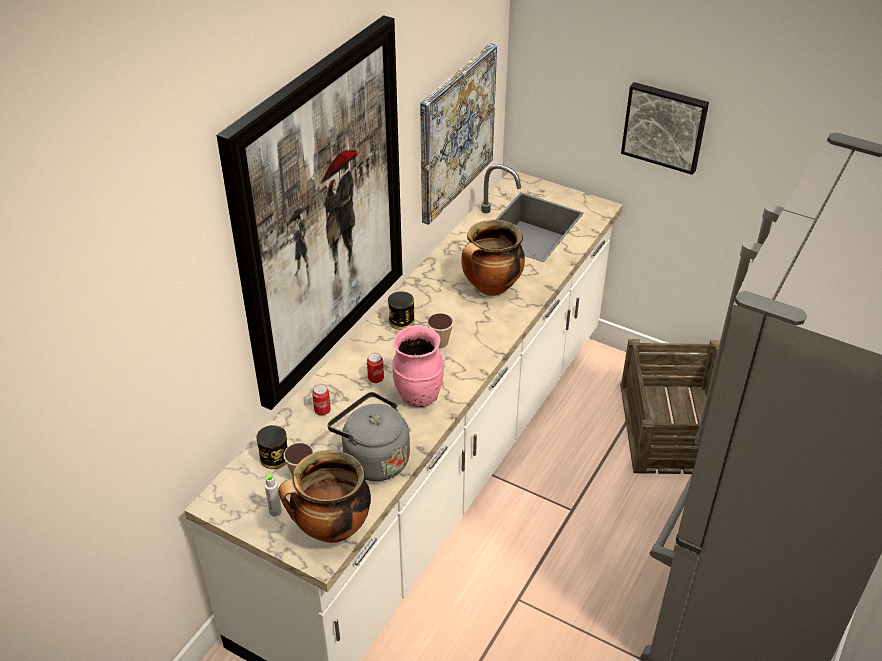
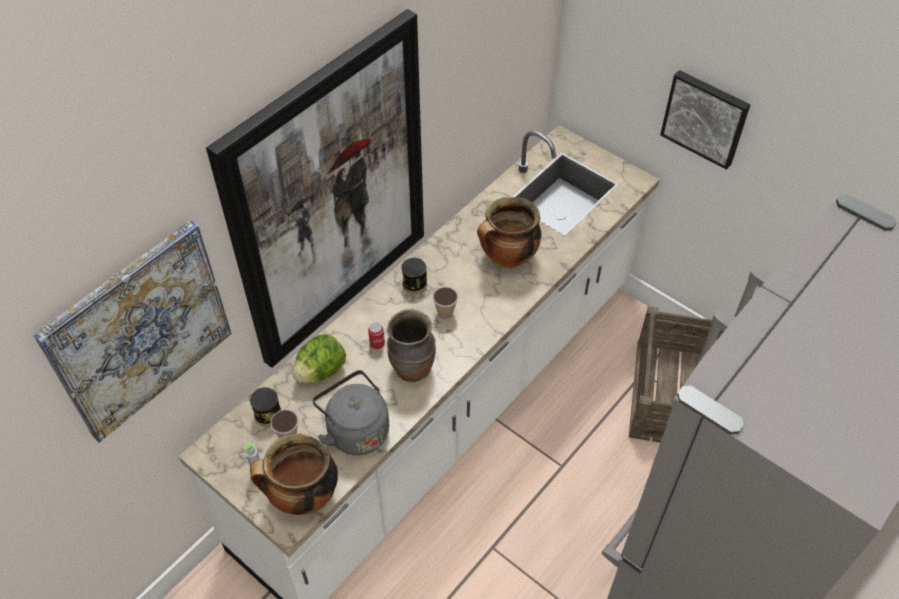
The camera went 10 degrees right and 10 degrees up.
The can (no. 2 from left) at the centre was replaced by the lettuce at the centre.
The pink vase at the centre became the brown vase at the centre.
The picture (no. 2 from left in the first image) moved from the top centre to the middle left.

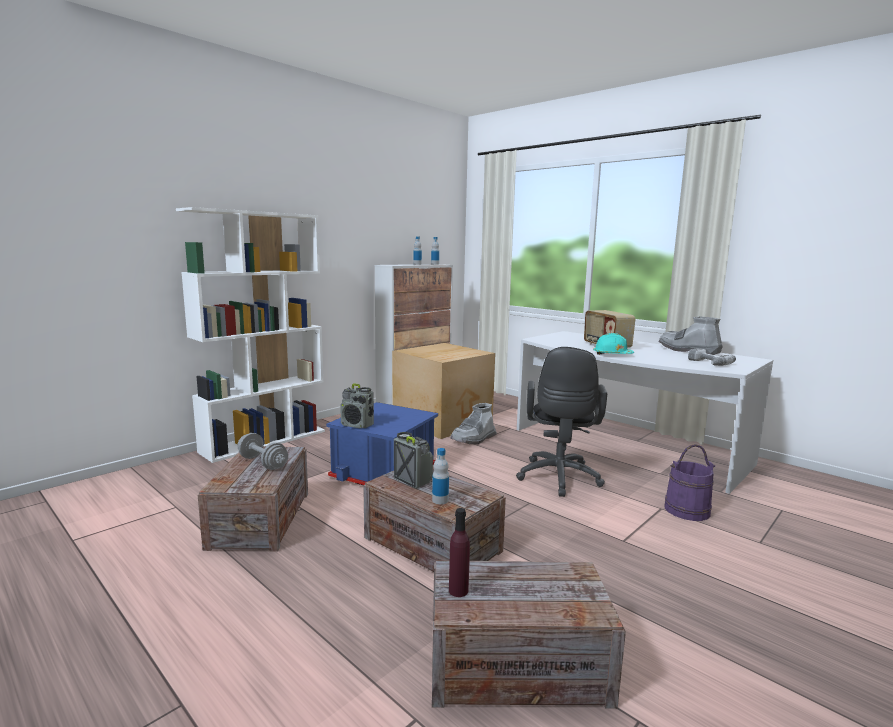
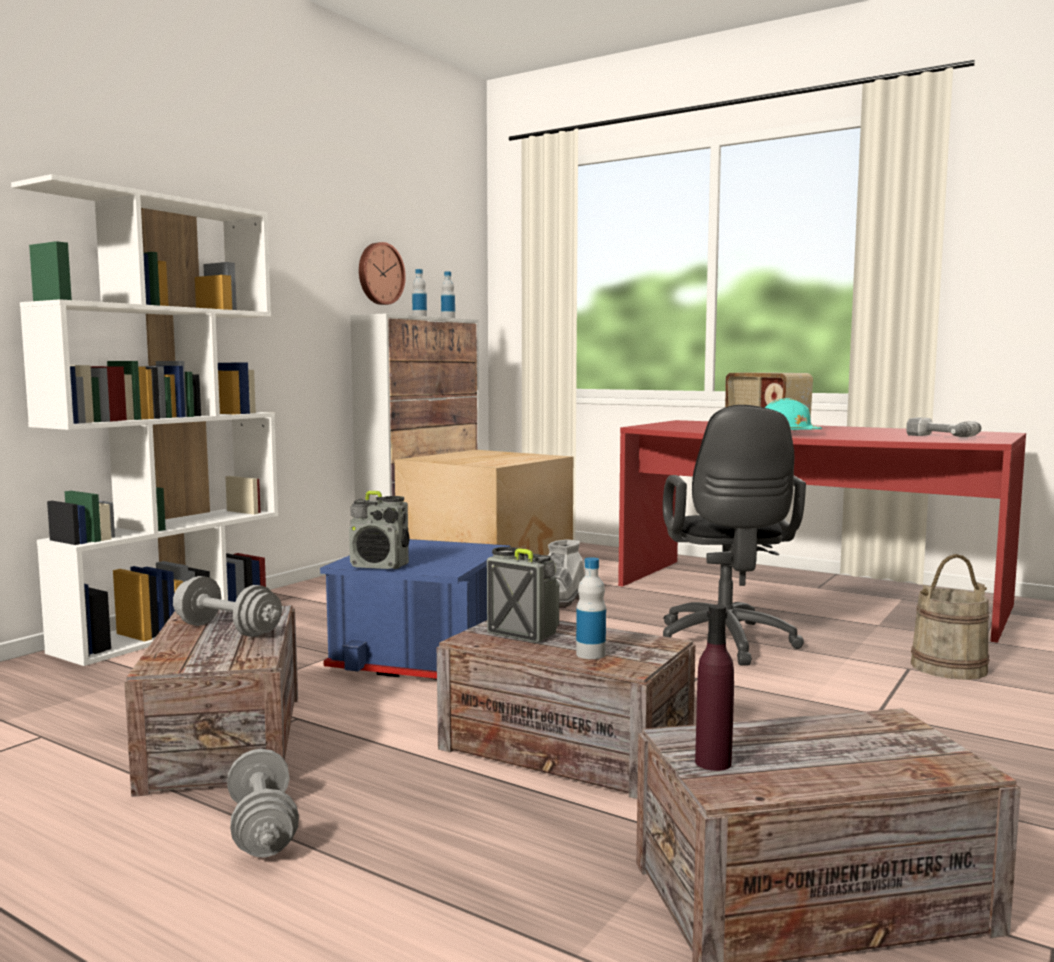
The camera went 10 degrees left and 5 degrees down.
The white desk at the middle right became the red desk at the middle right.
The grey boot (no. 2 from left) at the middle right disappeared.
The purple bucket at the middle right became the beige bucket at the middle right.
The grey dumbbell (no. 2 from left) at the bottom left appeared.
The wall clock at the top centre appeared.

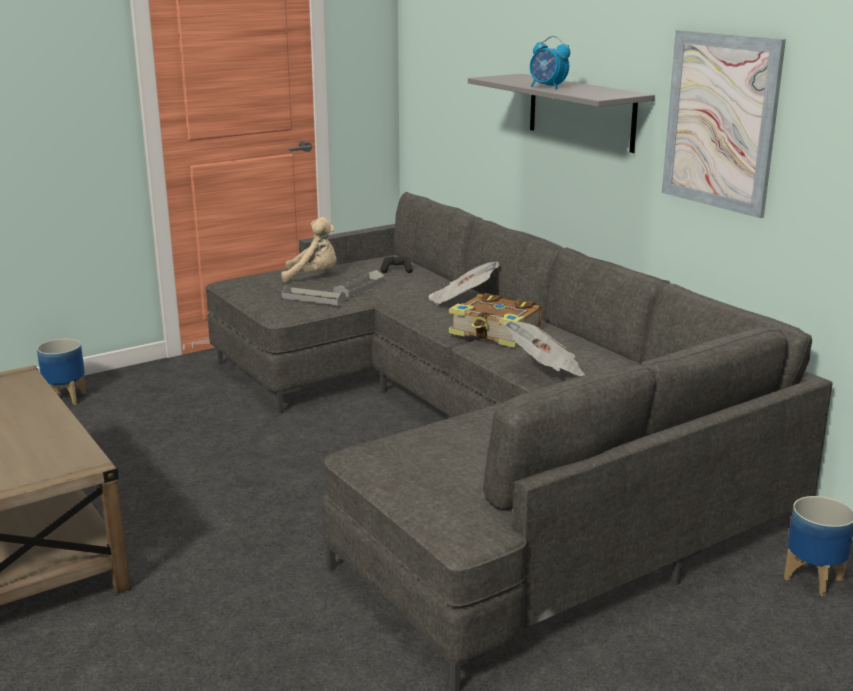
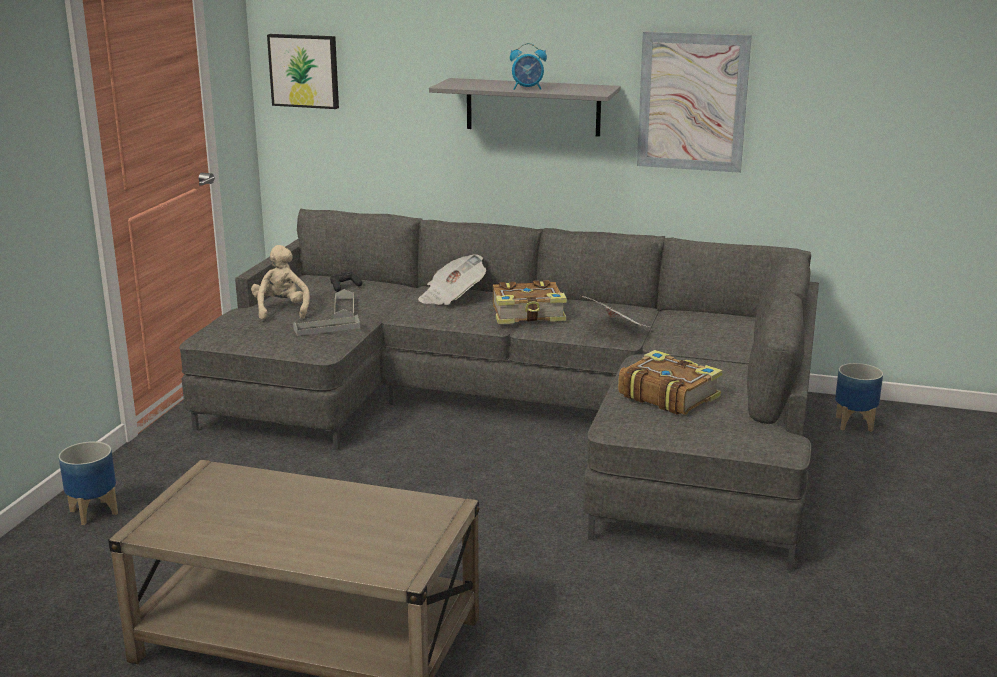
The camera went 40 degrees left and 0 degrees up.
The beige plush toy at the centre turned 60 degrees counterclockwise.
The picture (no. 1 from left) at the top left appeared.
The book (no. 2 from left) at the middle right appeared.

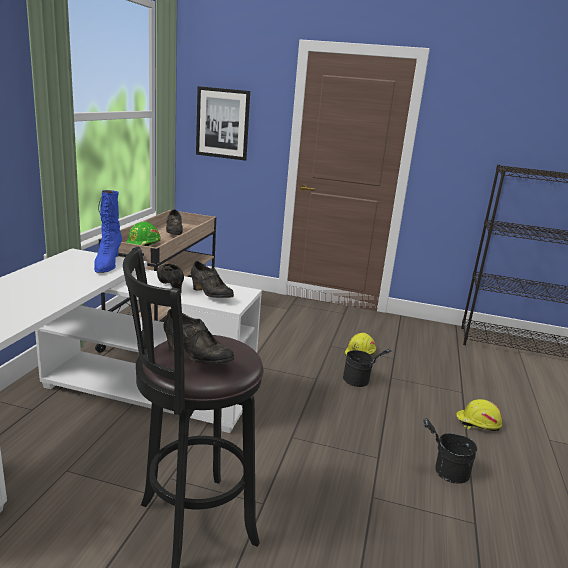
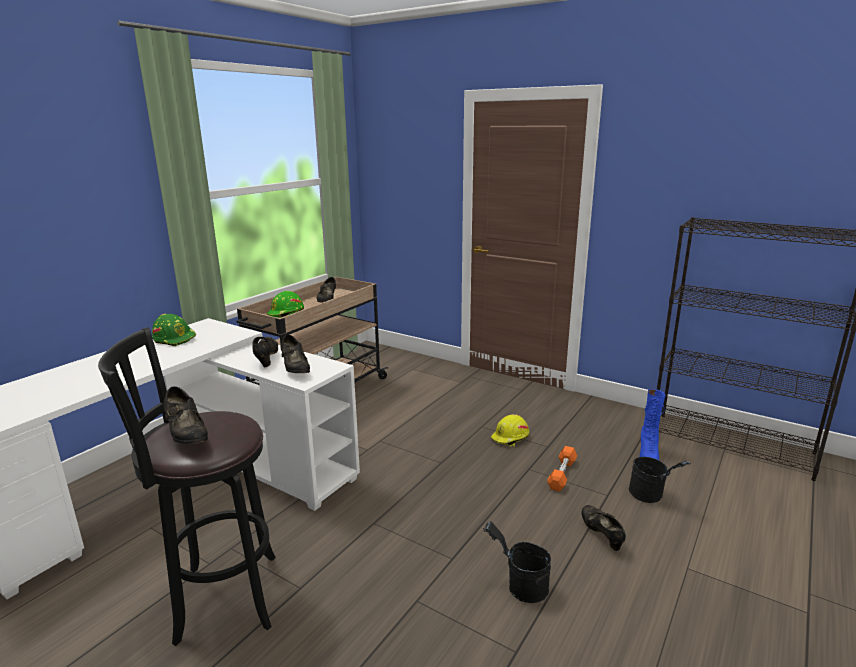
The camera went 20 degrees right and 0 degrees up.
The blue boot moved from the middle left to the middle right.
The picture at the top centre disappeared.
The black bucket (no. 1 from left in the first image) moved from the centre to the bottom right.
The yellow hard hat (no. 2 from left) at the bottom right was replaced by the black shoe (no. 5 from left) at the bottom right.
The green hard hat (no. 1 from left) at the middle left appeared.
The orange dumbbell at the bottom centre appeared.

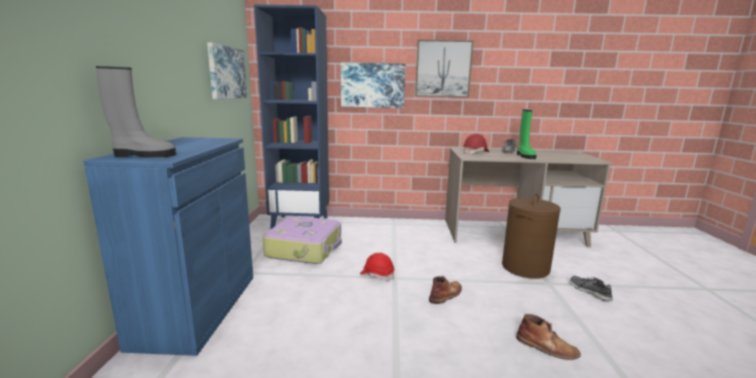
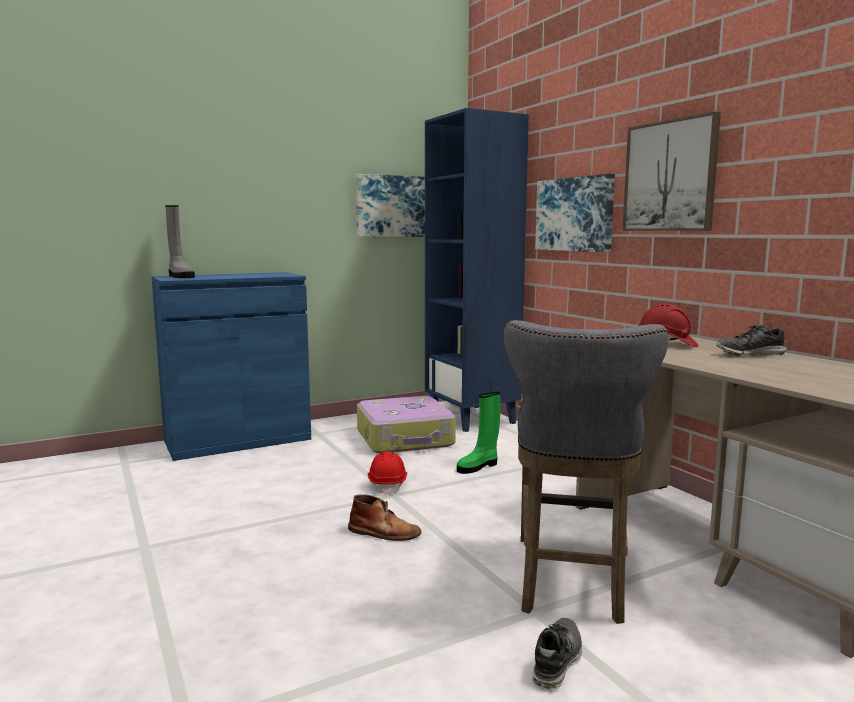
The camera went 60 degrees right and 5 degrees down.
The brown laundry basket at the middle right was replaced by the grey stool at the bottom right.
The brown boot (no. 2 from left) at the bottom right disappeared.
The green boot moved from the middle right to the centre.

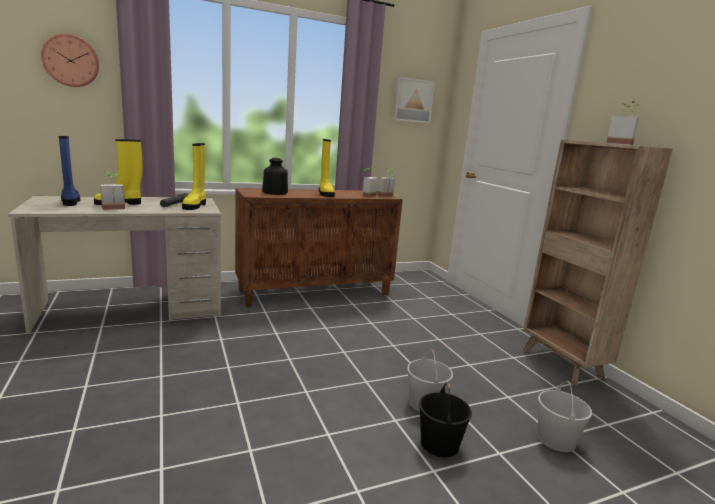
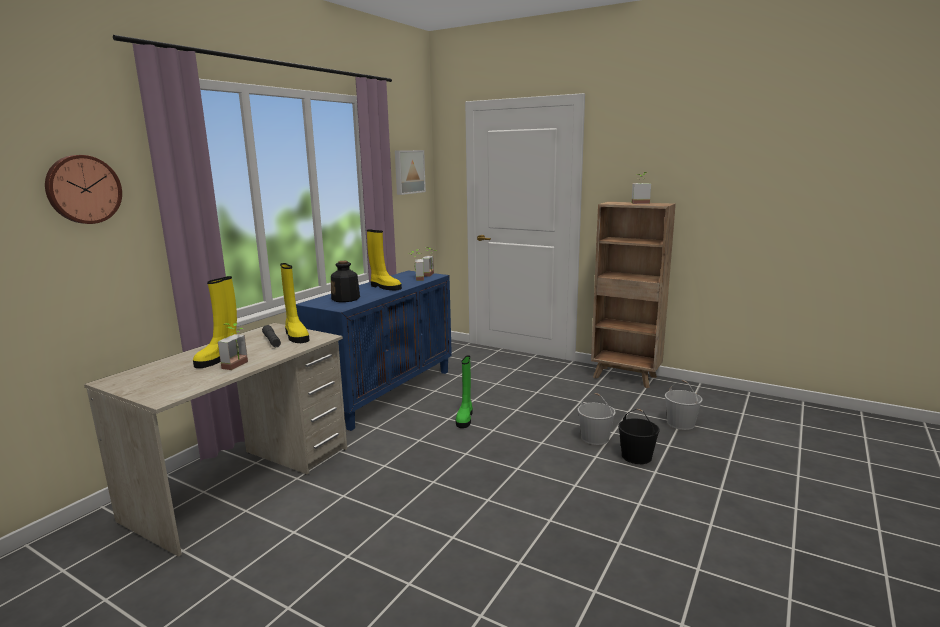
The camera went 35 degrees left and 0 degrees up.
The blue boot at the middle left disappeared.
The brown cabinet at the centre became the blue cabinet at the centre.
The green boot at the centre appeared.

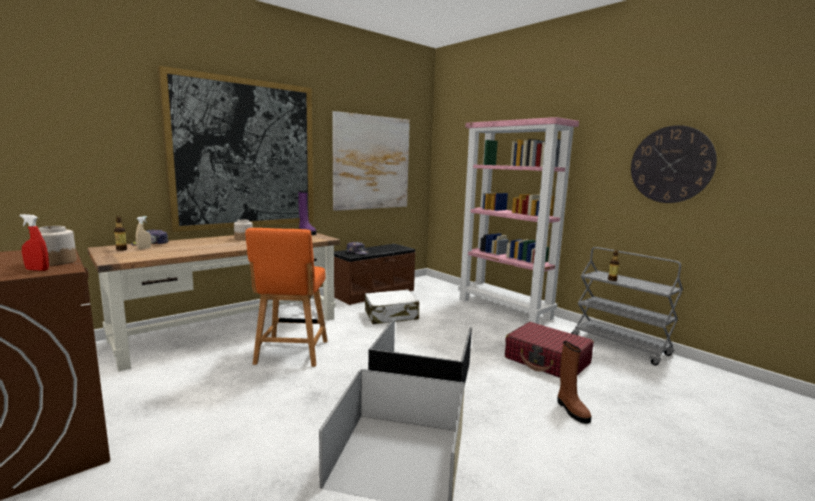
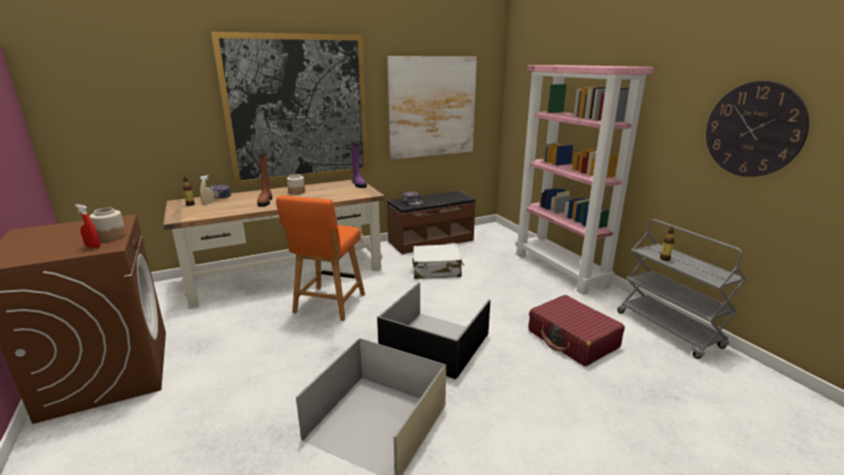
The camera went 15 degrees right and 10 degrees up.
The brown boot moved from the bottom right to the middle left.

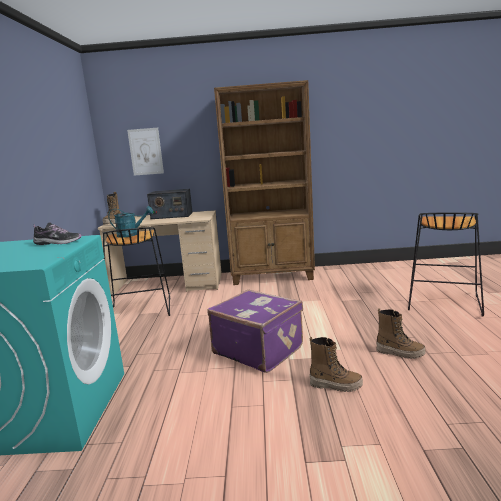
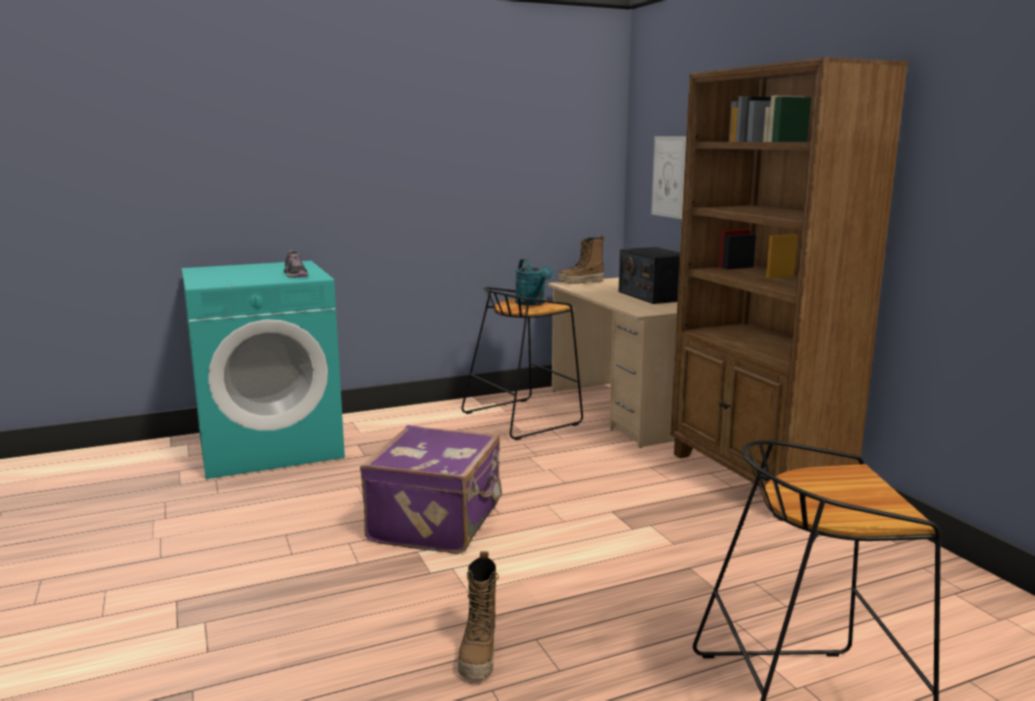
The camera went 65 degrees right and 0 degrees up.
The boot (no. 2 from left) at the bottom right disappeared.

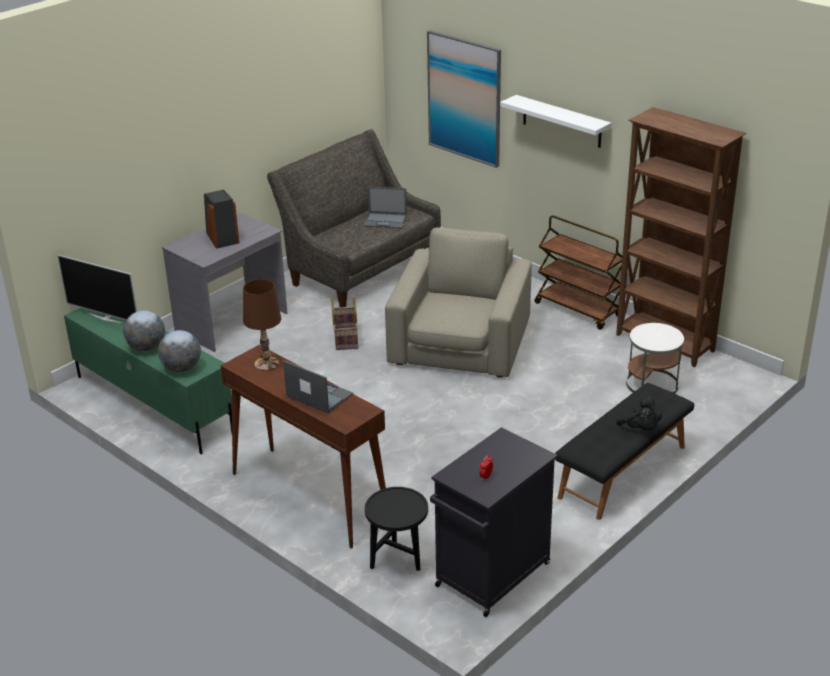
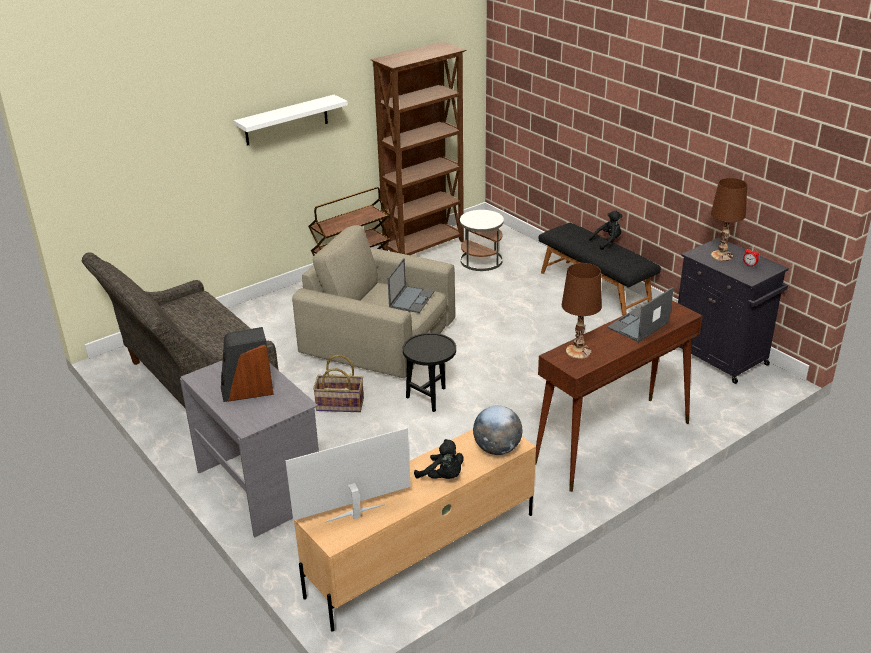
The camera went 80 degrees left and 0 degrees up.
The television at the middle left turned 150 degrees counterclockwise.
The green tv stand at the middle left became the beige tv stand at the bottom centre.
The globe (no. 1 from left) at the middle left was replaced by the black plush toy (no. 1 from left) at the bottom centre.
The laptop (no. 2 from left in the first image) moved from the top centre to the centre.
The black side table moved from the bottom centre to the centre.
The picture at the top centre disappeared.
The brown table lamp (no. 2 from left) at the middle right appeared.

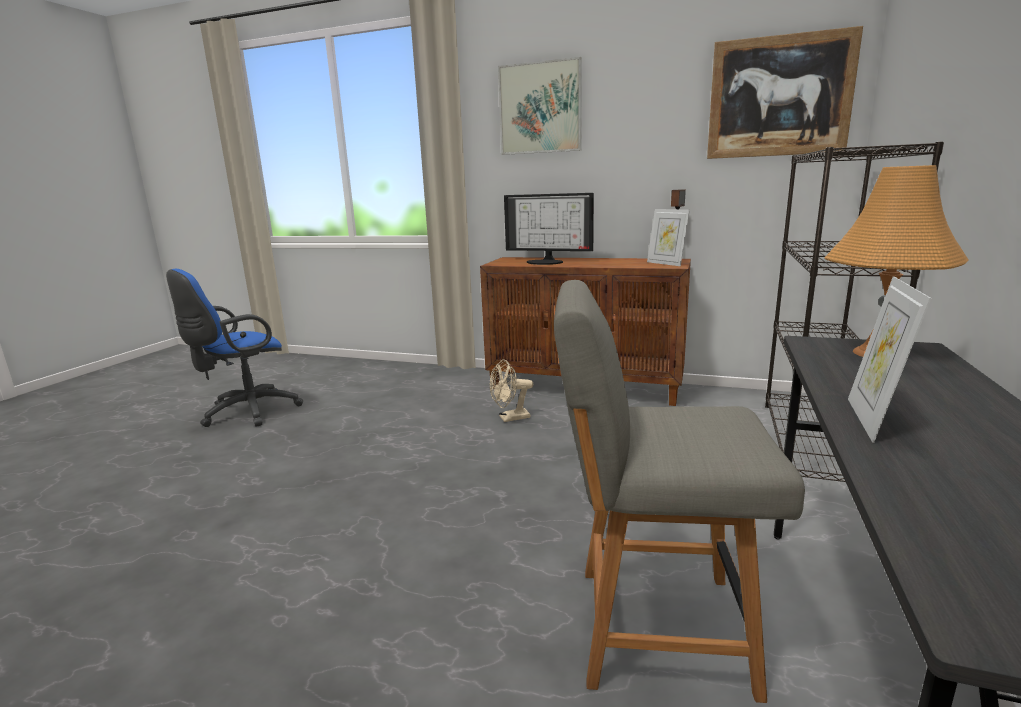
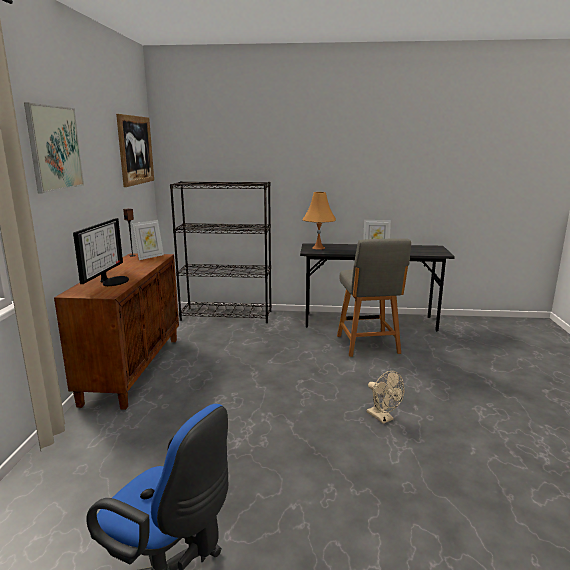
The camera went 105 degrees left and 0 degrees up.
The beige fan moved from the centre to the bottom right.

